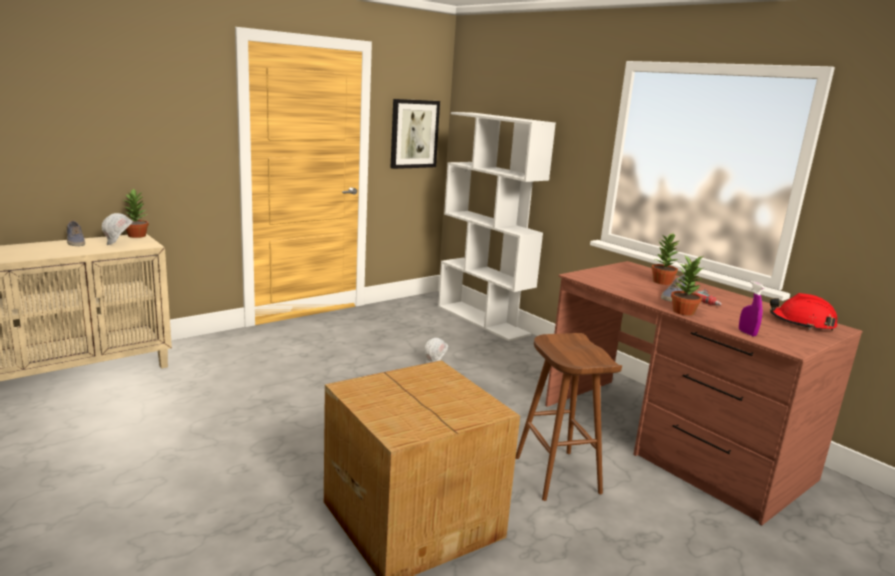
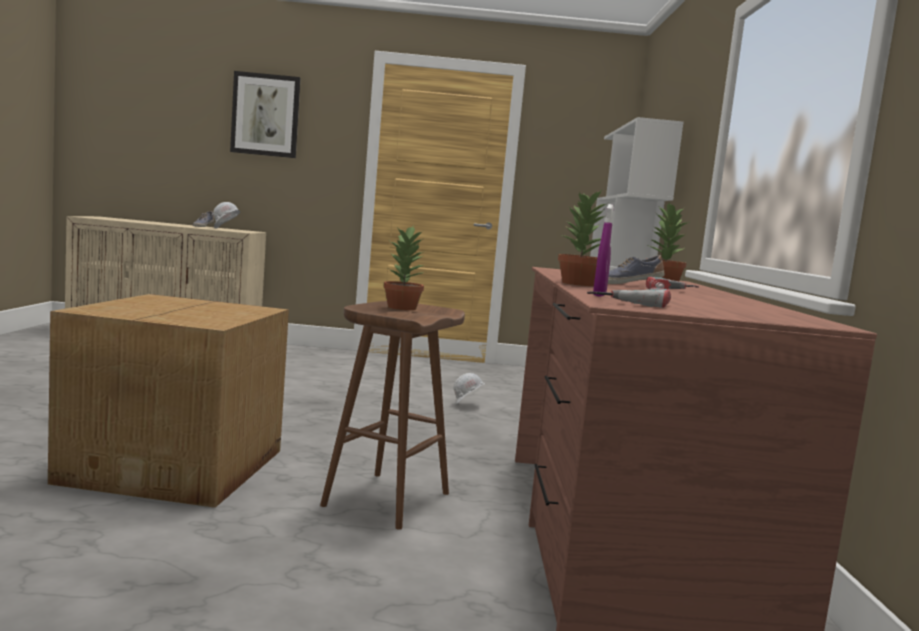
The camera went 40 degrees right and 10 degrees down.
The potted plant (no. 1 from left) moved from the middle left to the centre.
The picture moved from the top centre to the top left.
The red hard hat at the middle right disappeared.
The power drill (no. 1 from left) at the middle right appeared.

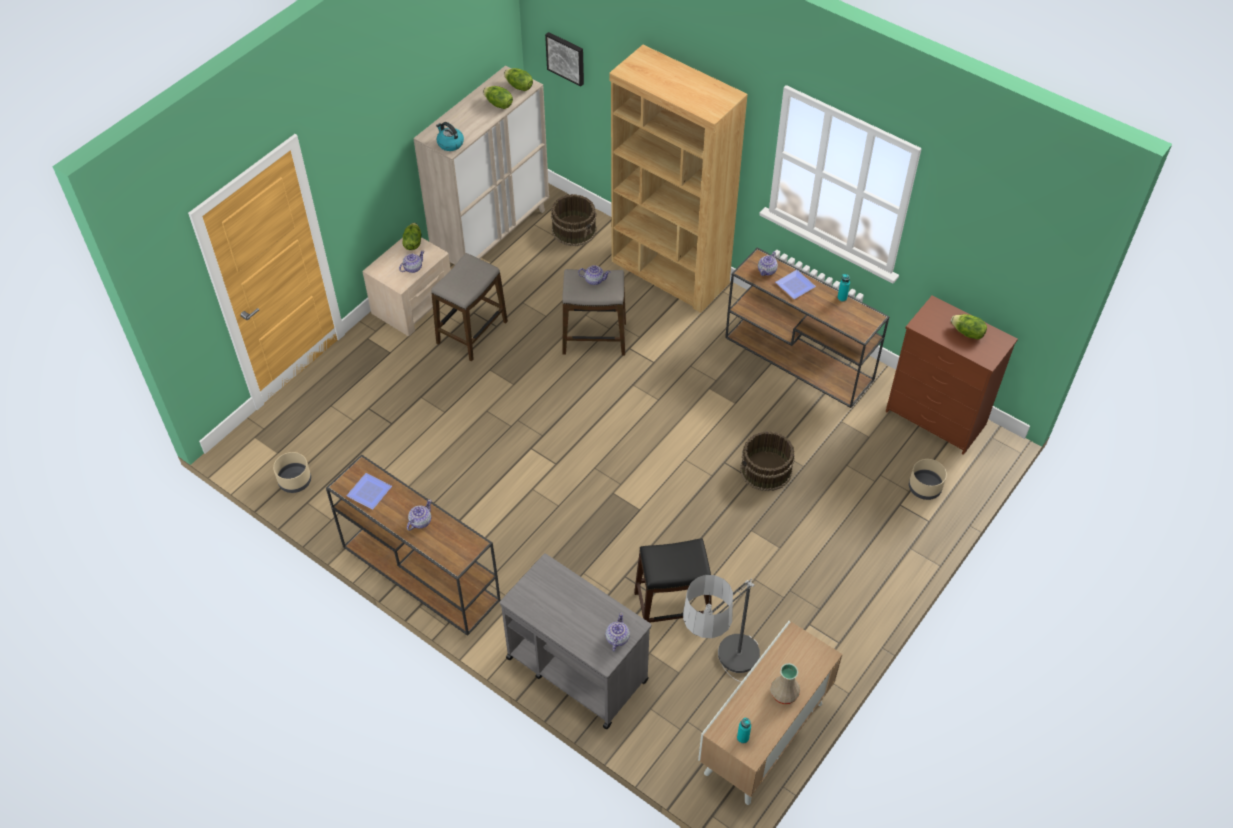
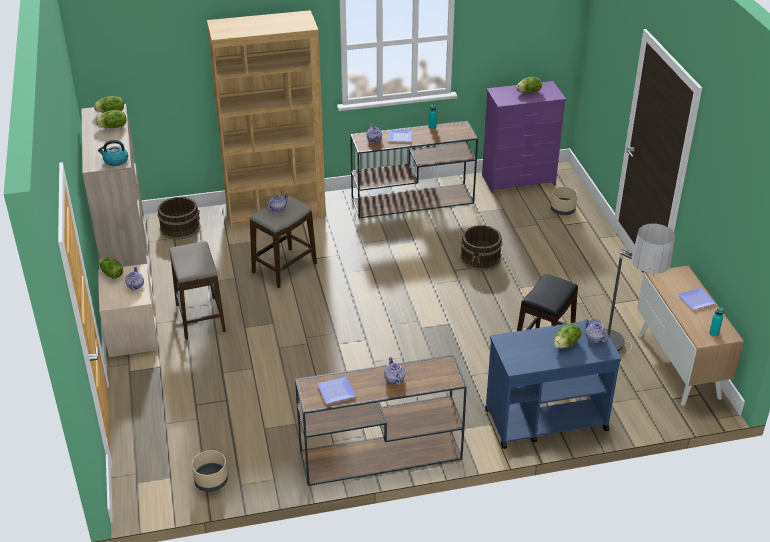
The camera went 50 degrees left and 15 degrees down.
The grey cart at the bottom centre became the blue cart at the bottom right.
The picture at the top centre disappeared.
The beige vase at the bottom centre was replaced by the plate (no. 3 from left) at the middle right.
The brown dresser at the middle right became the purple dresser at the top right.
The lettuce (no. 5 from left) at the middle right appeared.

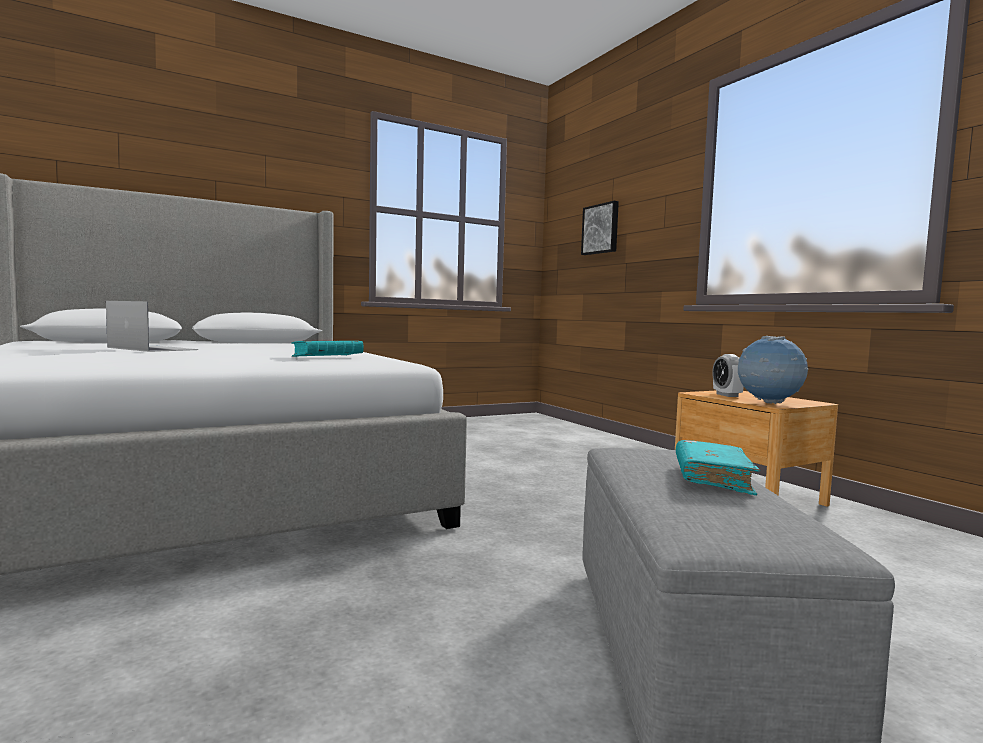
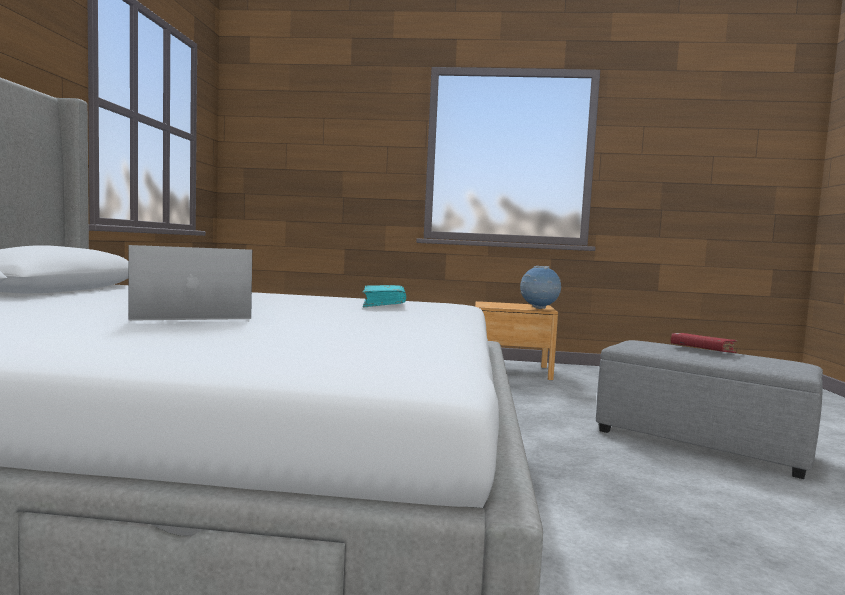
The camera went 55 degrees left and 0 degrees up.
The picture at the top centre disappeared.
The turquoise book (no. 2 from left) at the middle right became the red book at the middle right.
The alarm clock at the middle right disappeared.

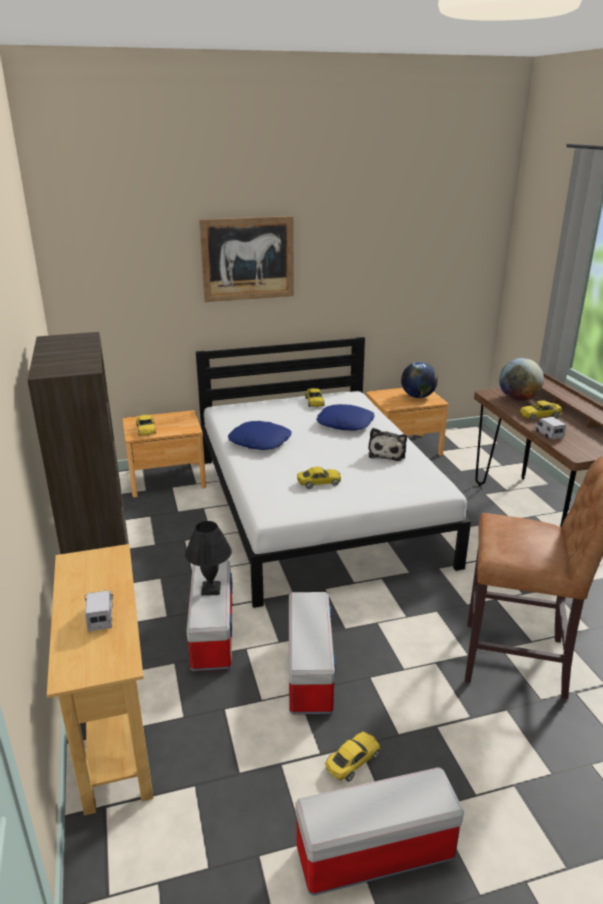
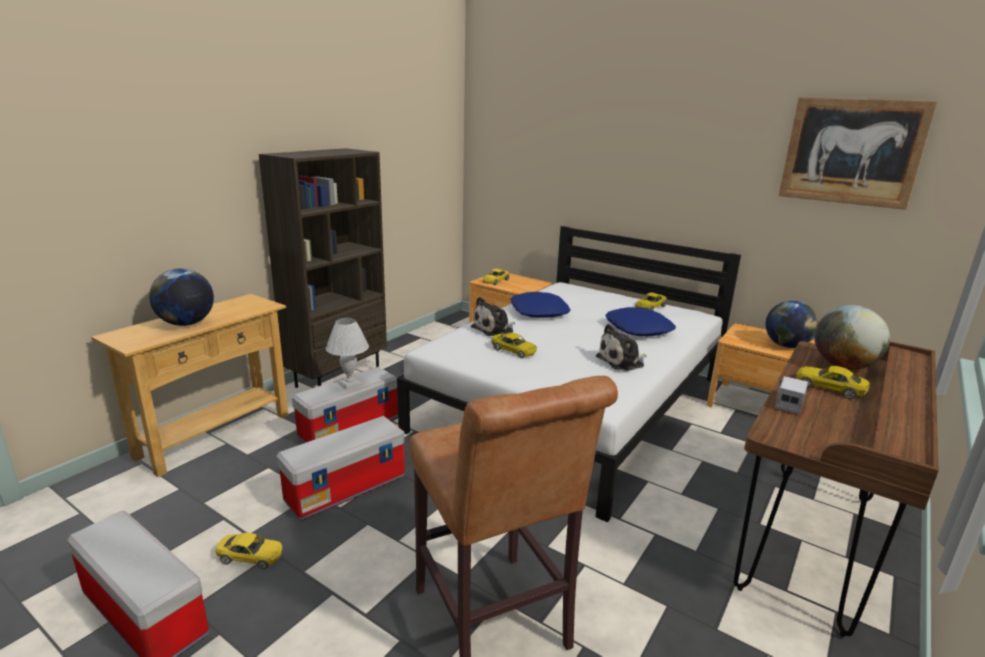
The camera went 50 degrees right and 5 degrees down.
The toy truck (no. 1 from left) at the bottom left was replaced by the globe (no. 1 from left) at the middle left.
The black table lamp at the centre became the white table lamp at the centre.
The picture moved from the top centre to the top right.
The plush toy (no. 1 from left) at the centre appeared.

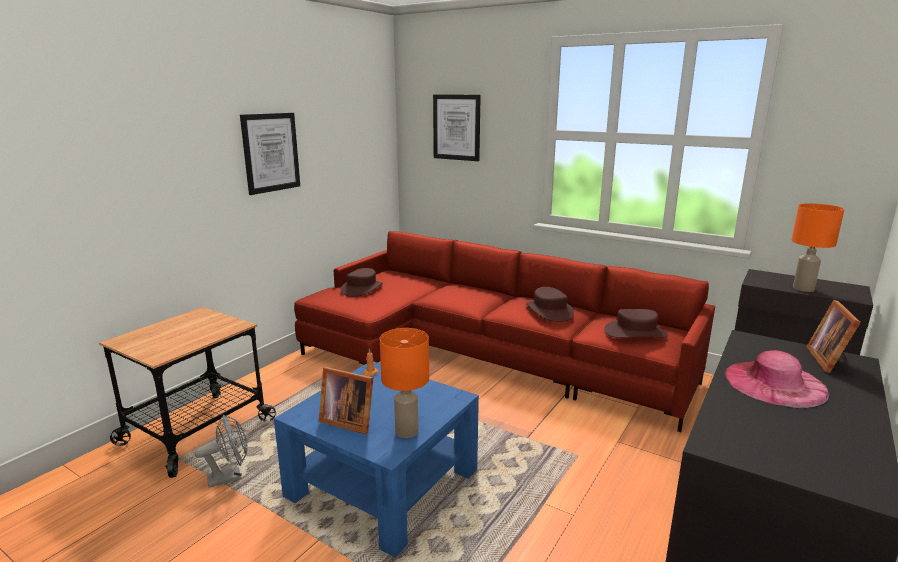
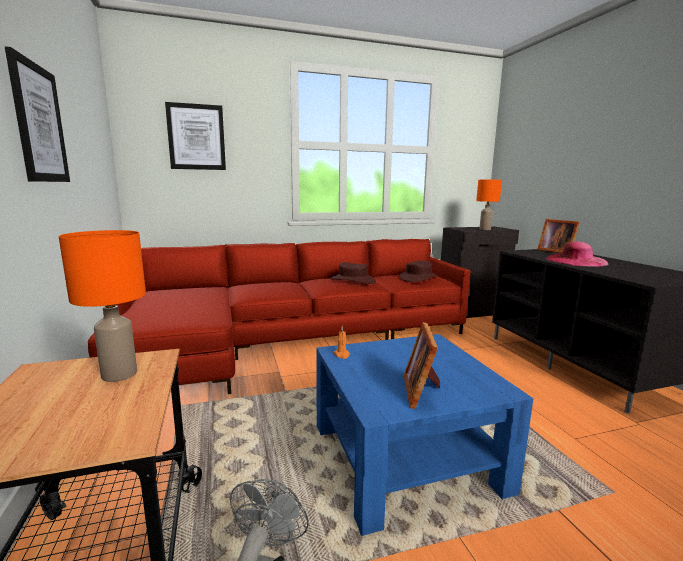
The camera went 50 degrees left and 5 degrees down.
The picture frame (no. 1 from left) at the bottom centre turned 120 degrees clockwise.
The brown hat (no. 1 from left) at the centre disappeared.
The orange table lamp (no. 1 from left) moved from the bottom centre to the middle left.

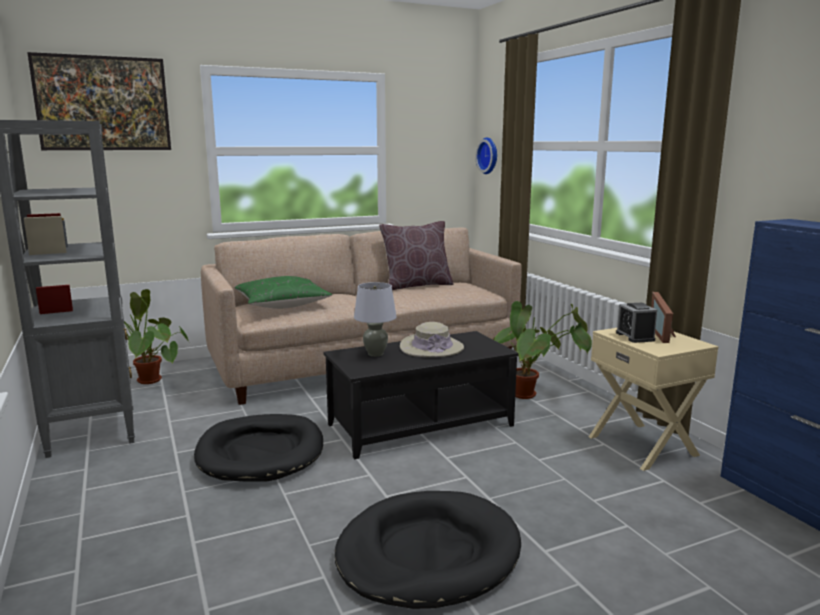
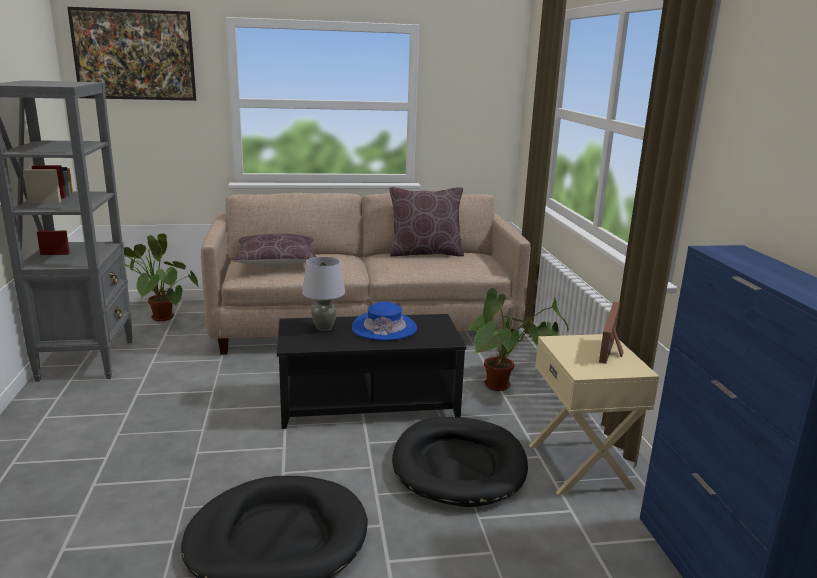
The camera went 15 degrees right and 5 degrees up.
The black dog bed (no. 1 from left in the first image) moved from the bottom left to the bottom centre.
The green pillow at the centre became the brown pillow (no. 1 from left) at the centre.
The beige hat at the centre became the blue hat at the centre.
The wall clock at the top centre disappeared.
The alarm clock at the middle right disappeared.

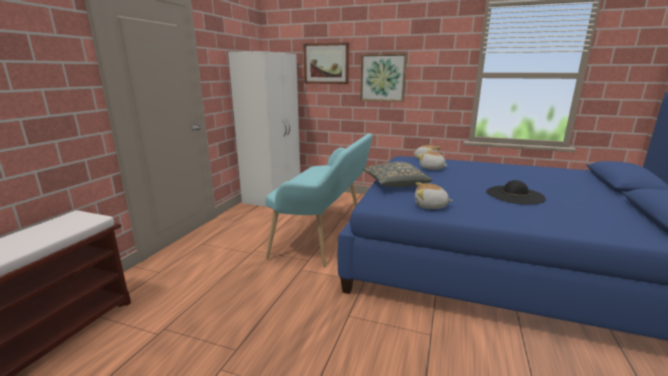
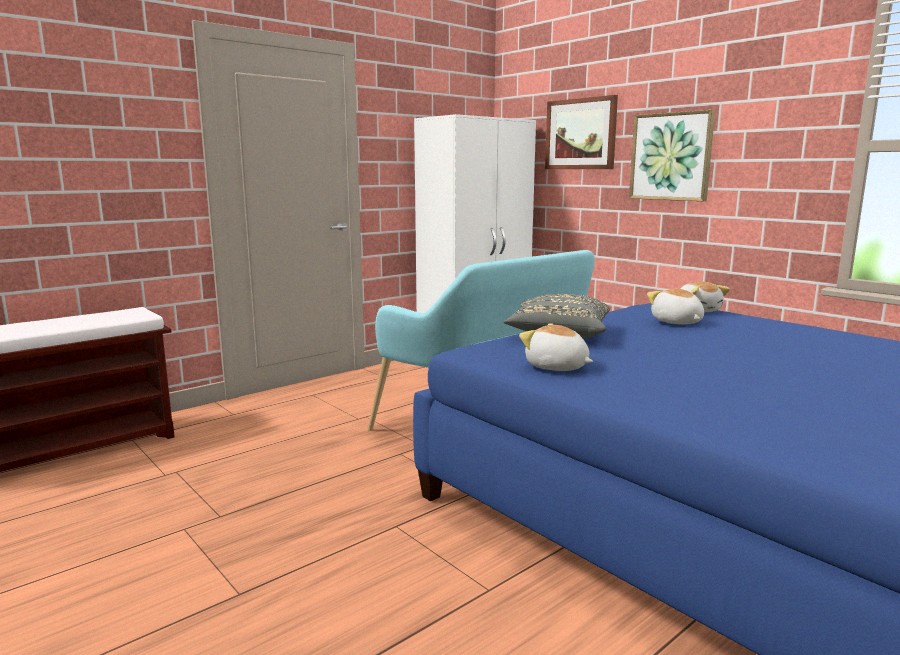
The camera went 30 degrees right and 5 degrees down.
The black hat at the middle right disappeared.

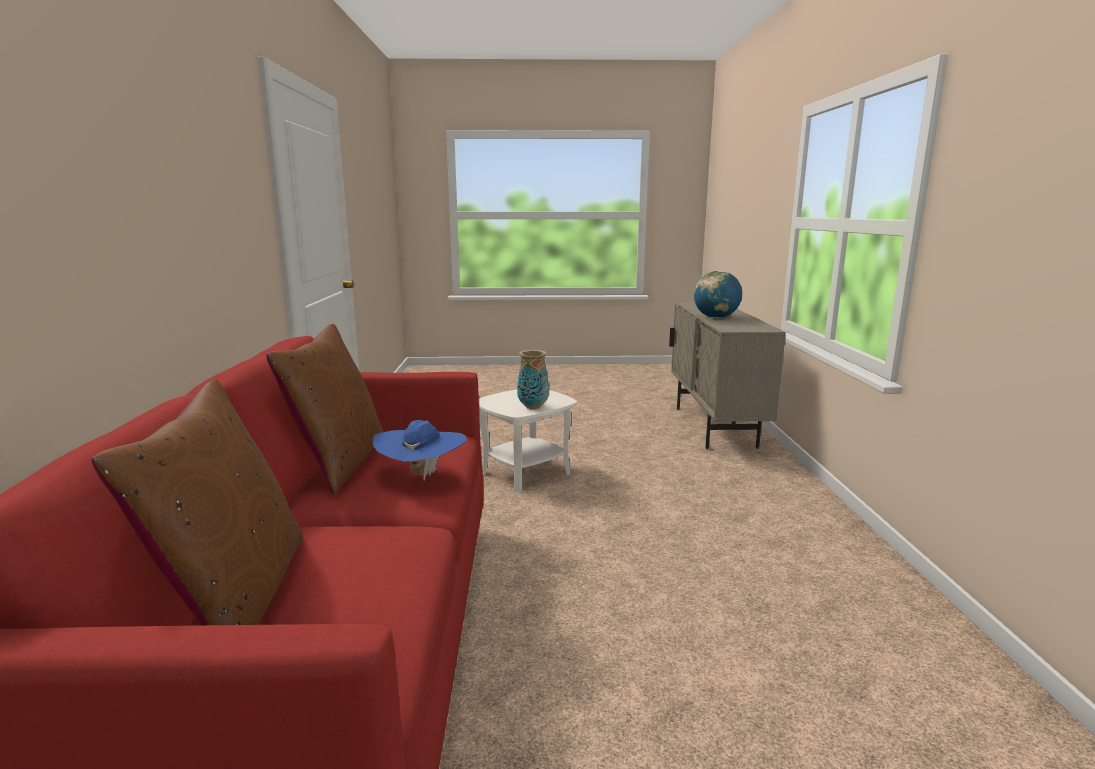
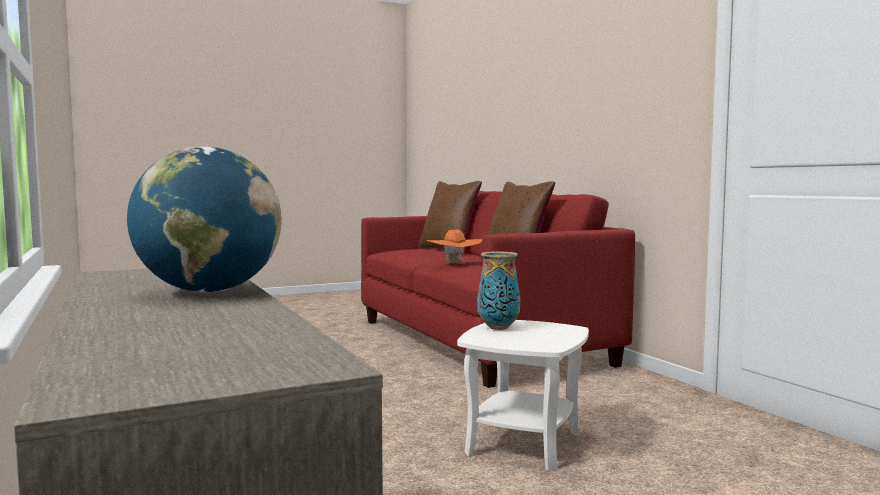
The camera went 155 degrees right and 10 degrees down.
The blue hat at the centre became the orange hat at the centre.

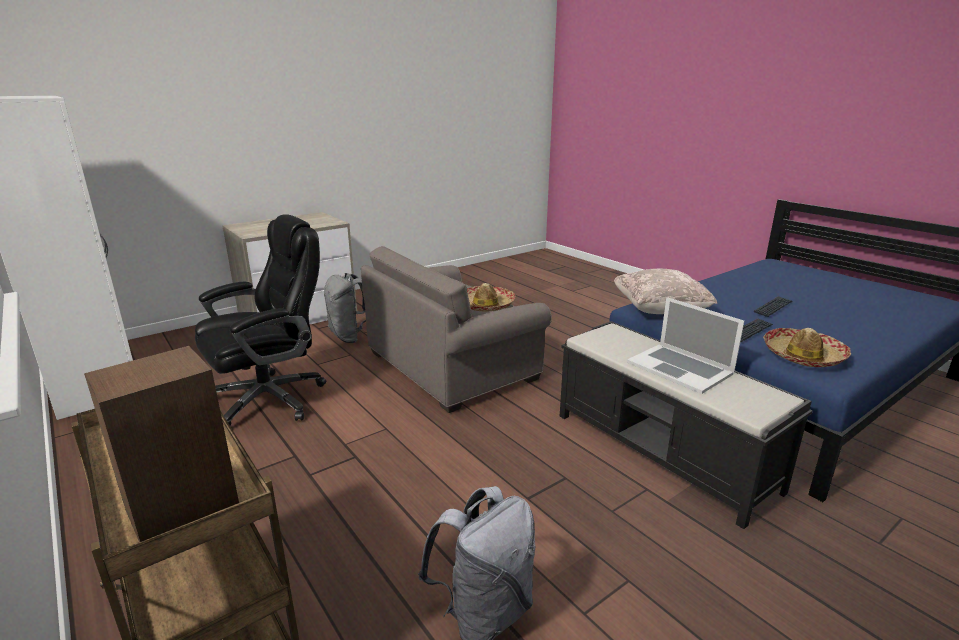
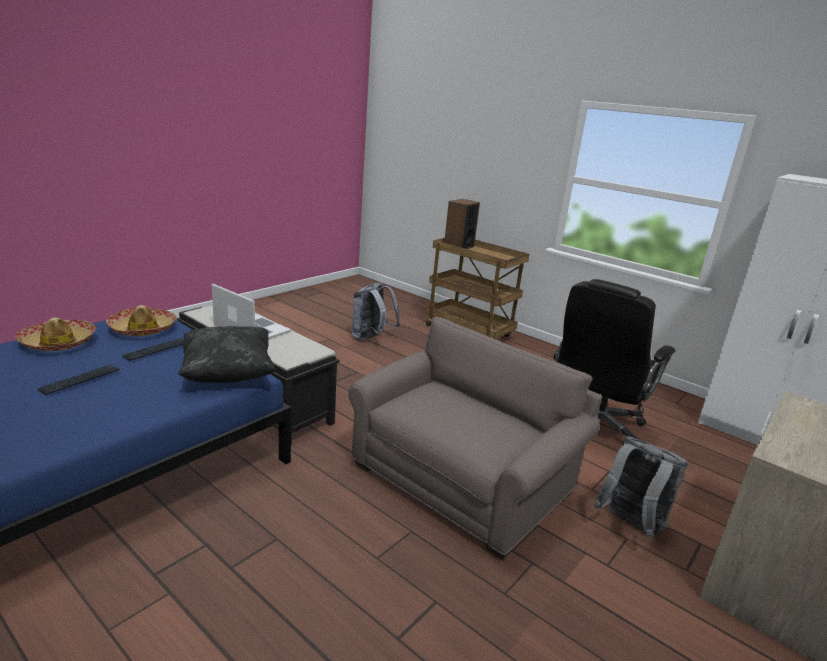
The camera went 165 degrees right and 0 degrees up.
The hat (no. 1 from left) moved from the centre to the middle left.
The beige pillow at the middle right became the black pillow at the middle left.

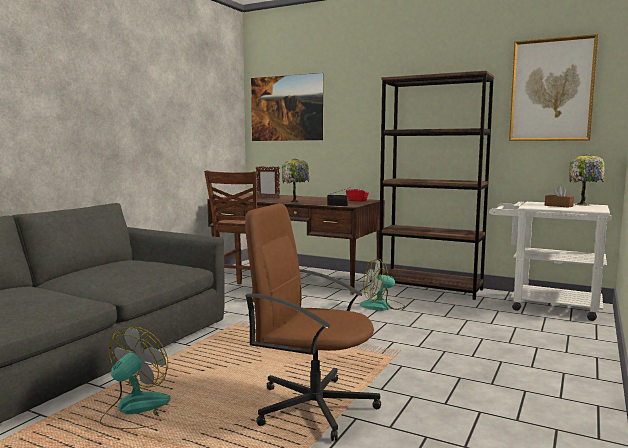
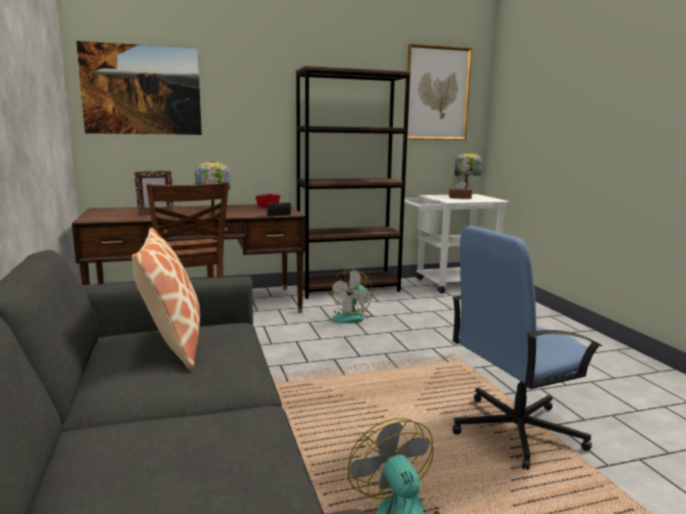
The camera went 45 degrees left and 5 degrees up.
The brown office chair at the bottom centre became the blue office chair at the bottom right.
The pillow at the middle left appeared.

